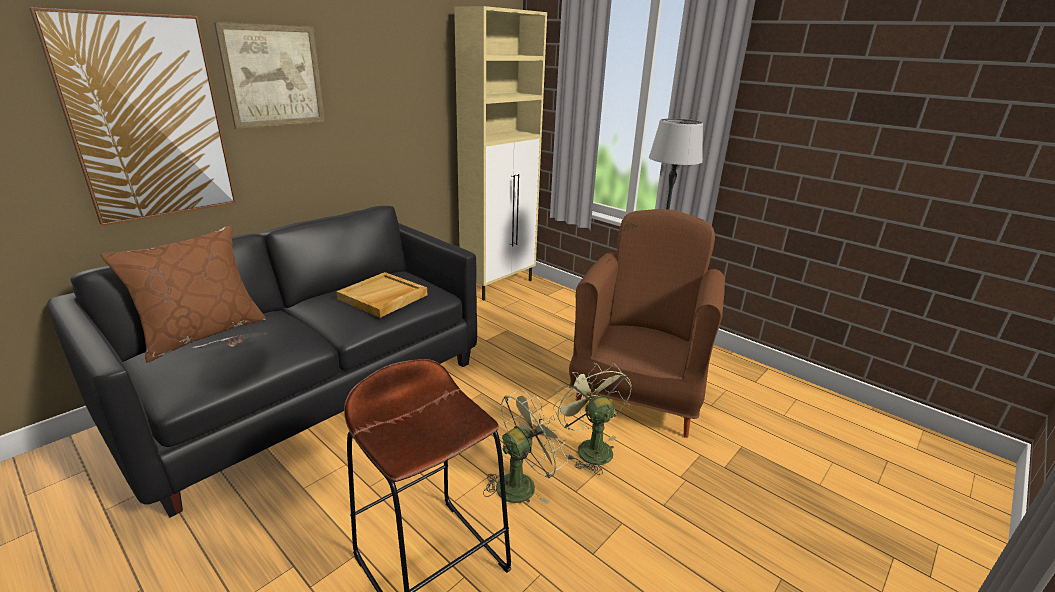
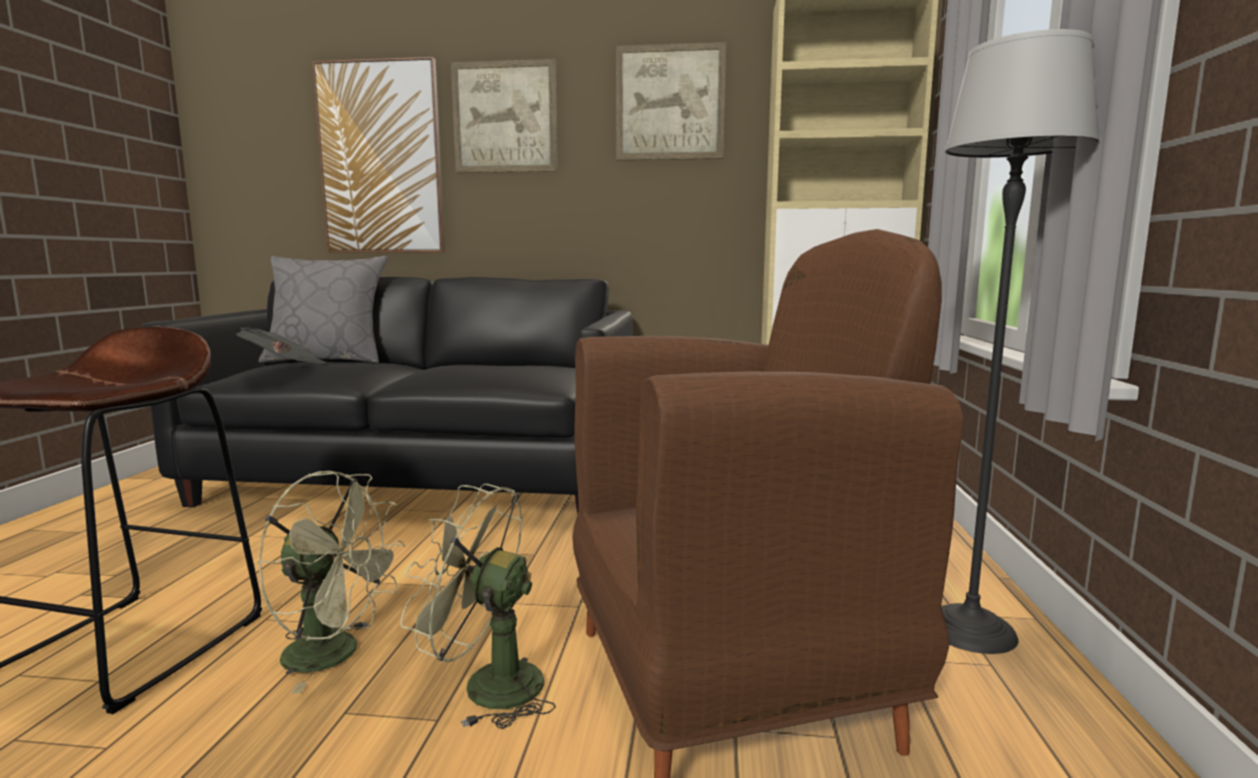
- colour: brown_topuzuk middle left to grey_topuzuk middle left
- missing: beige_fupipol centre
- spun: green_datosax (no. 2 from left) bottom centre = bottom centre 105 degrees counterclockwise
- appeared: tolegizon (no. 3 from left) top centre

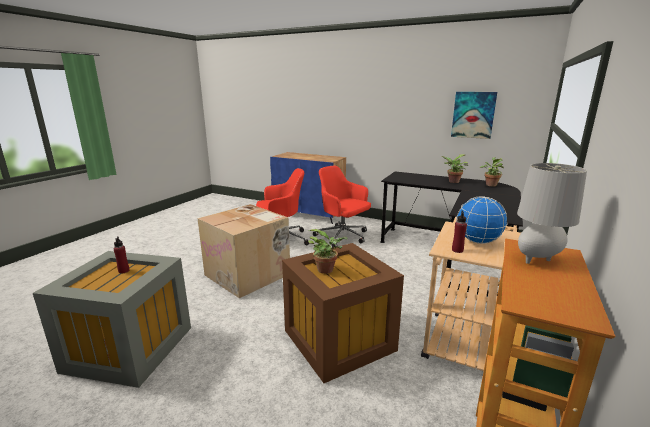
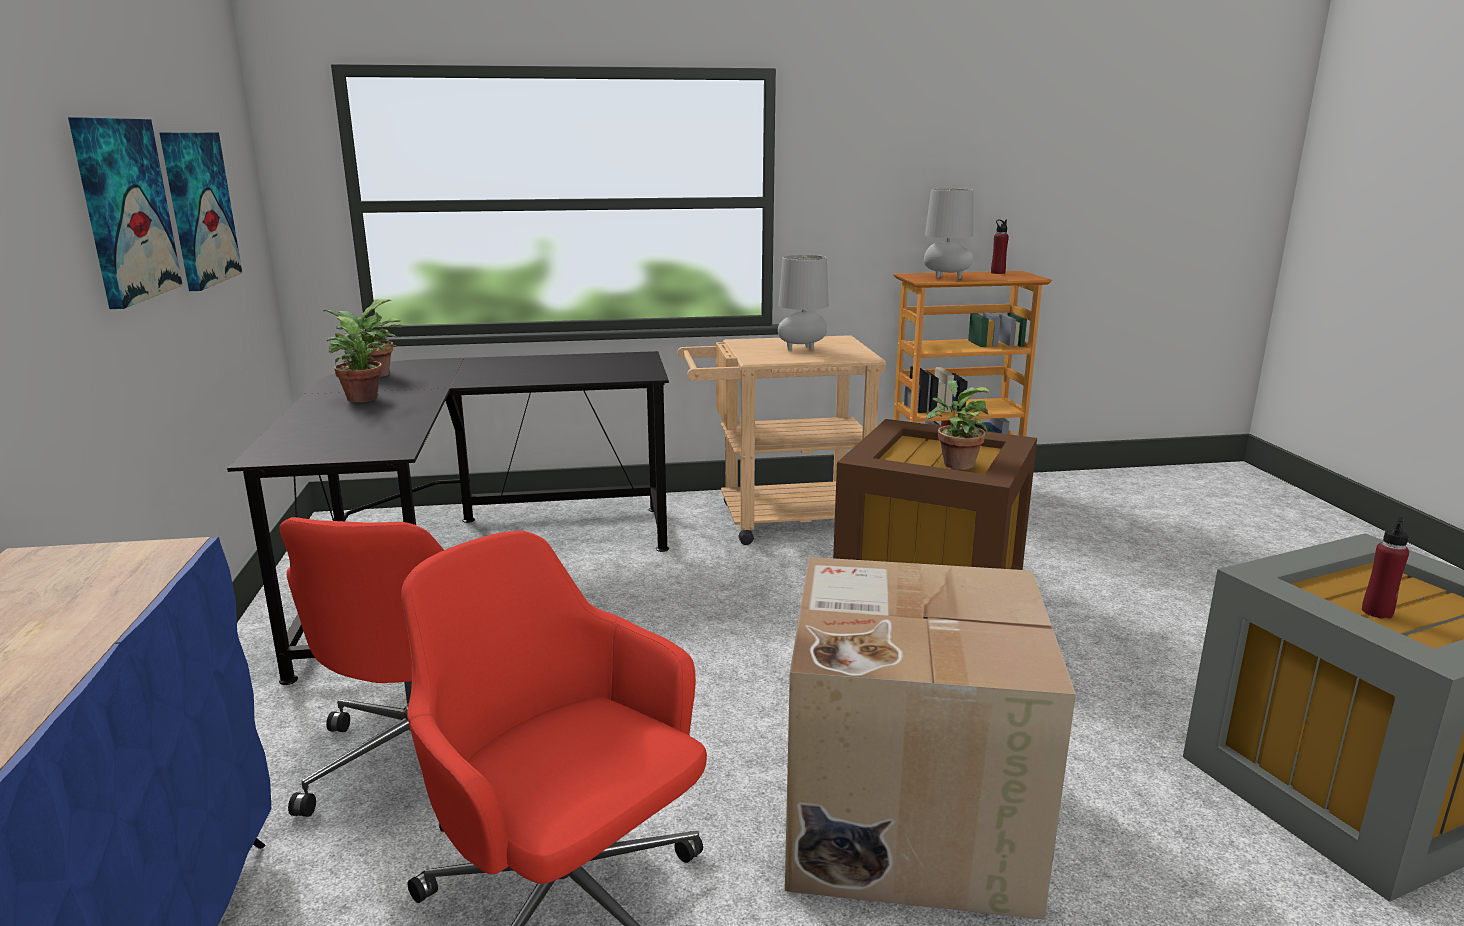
- relocated: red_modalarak (no. 2 from left in the first image) middle right to red_modalarak (no. 1 from left) top right
- exchanged: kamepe middle right to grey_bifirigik (no. 1 from left) top centre
- appeared: tolegizon (no. 1 from left) top left

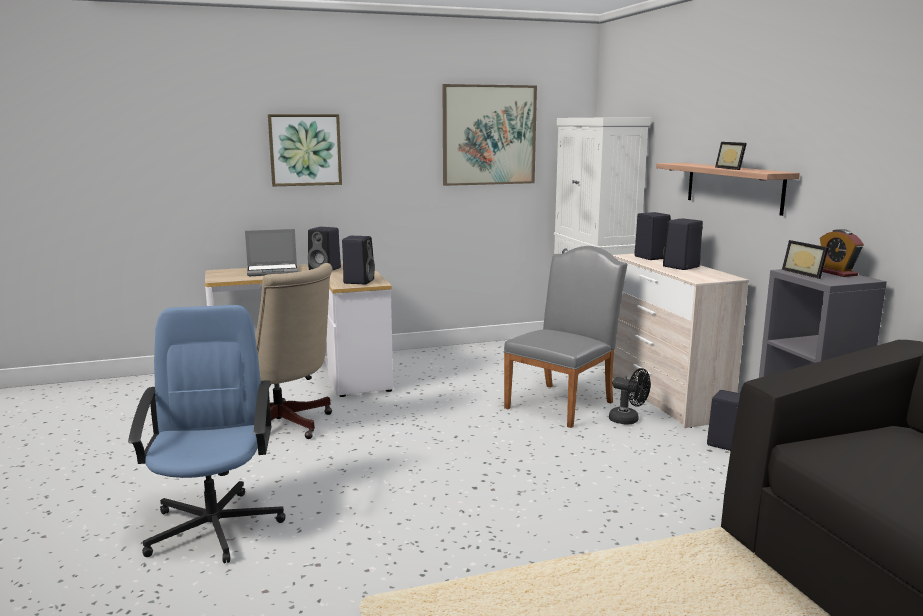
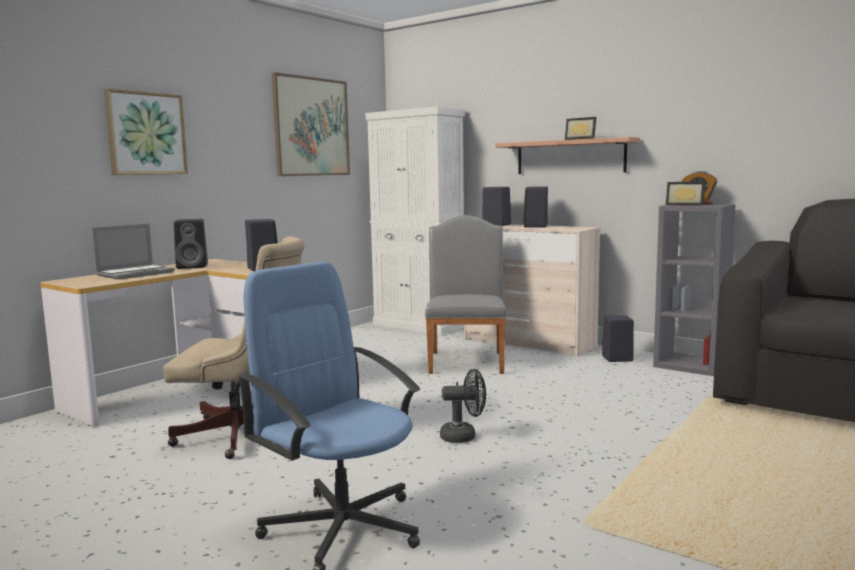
- relocated: black_datosax middle right to bottom centre

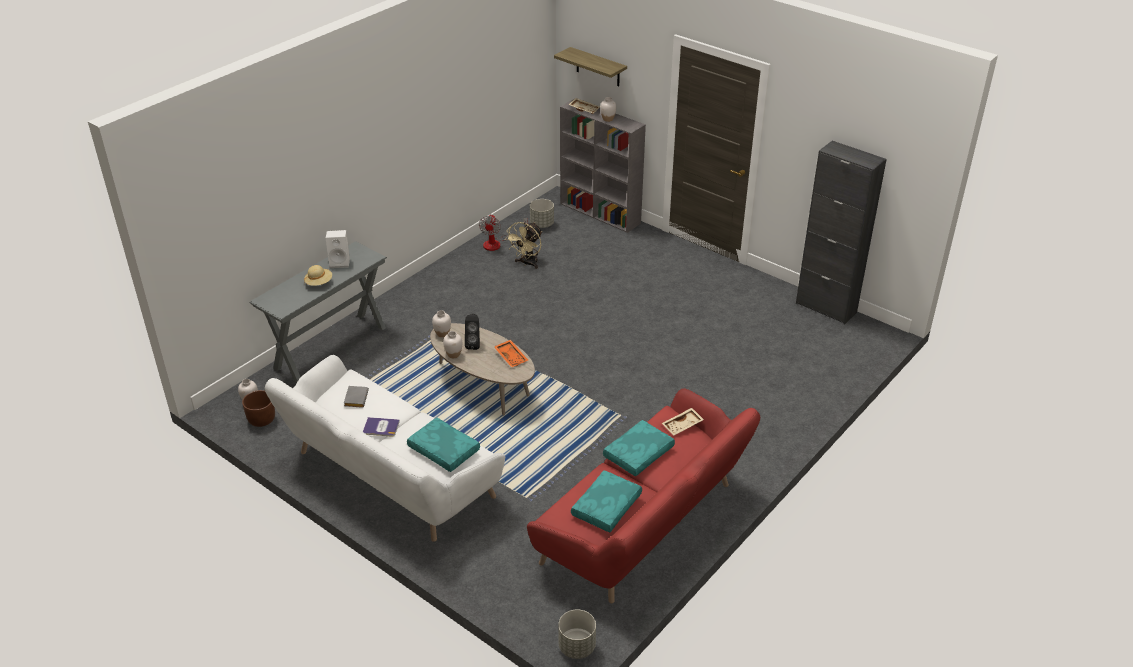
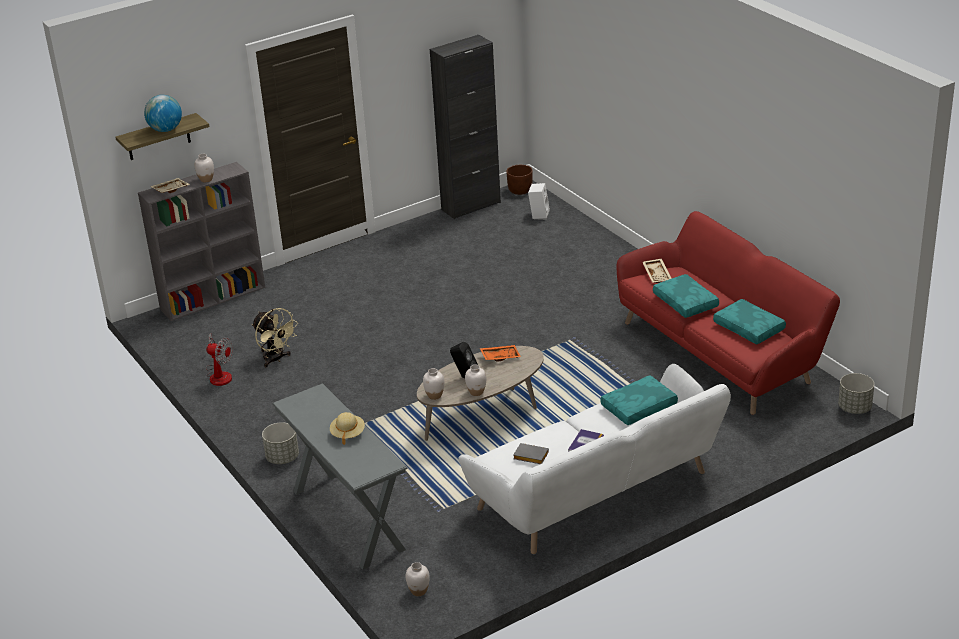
- relocated: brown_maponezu middle left to top centre
- relocated: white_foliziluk middle left to top centre
- relocated: grey_maponezu (no. 1 from left) top centre to bottom left
- appeared: kamepe top left

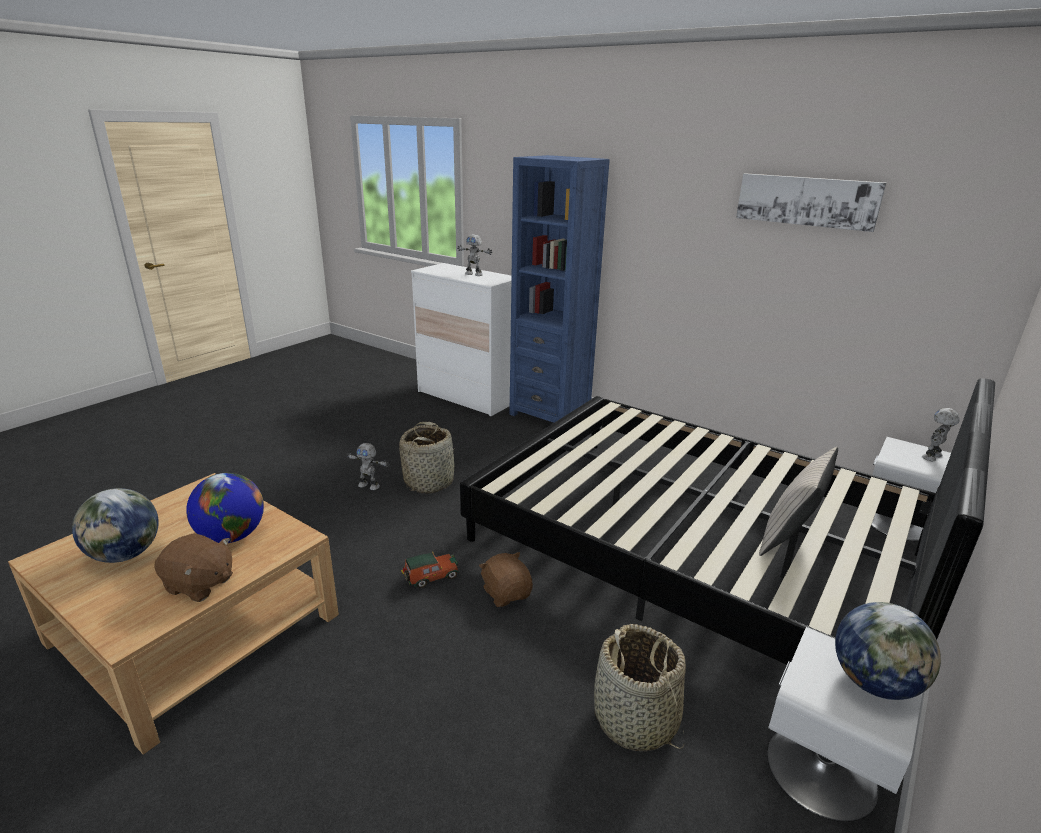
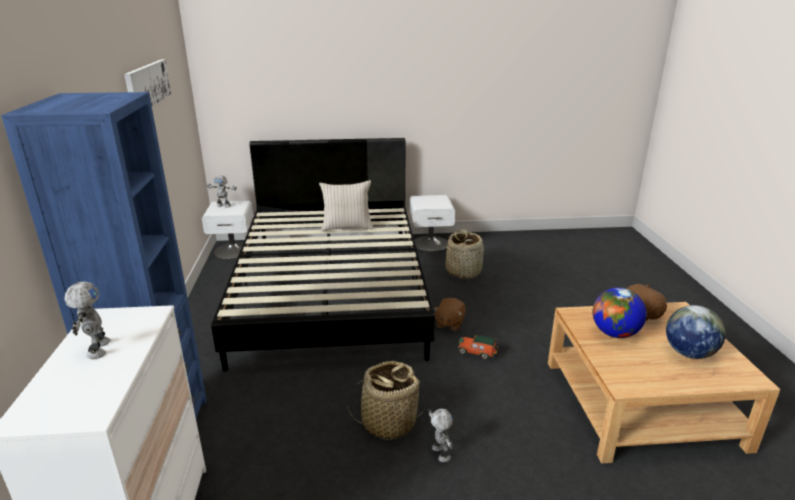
- missing: kamepe (no. 3 from left) bottom right

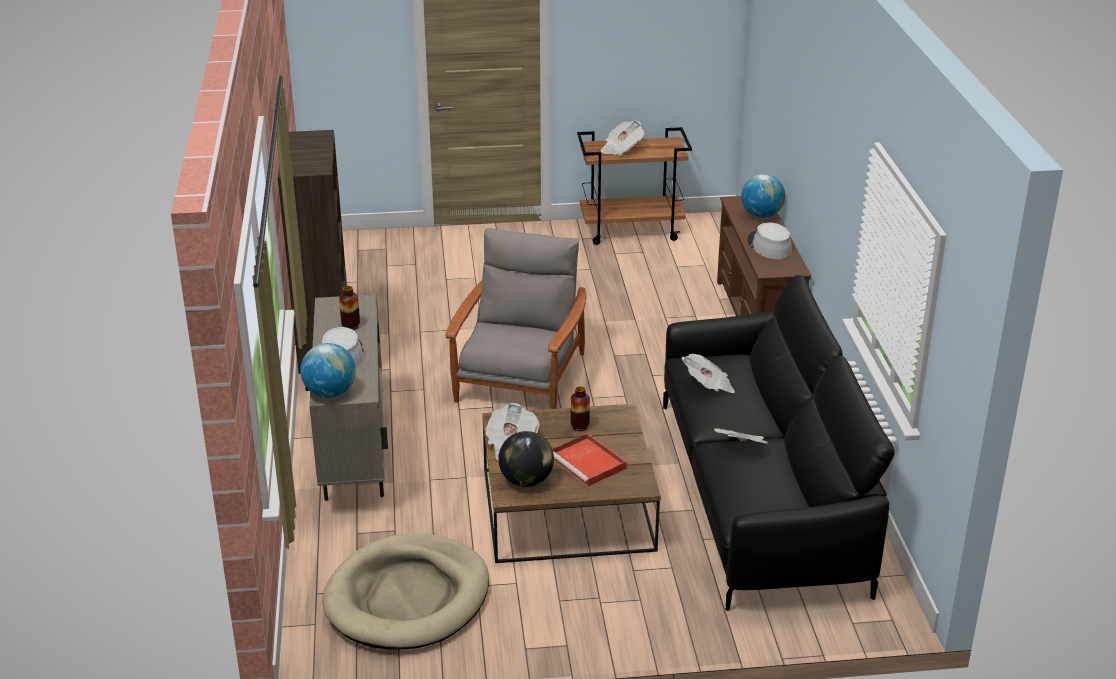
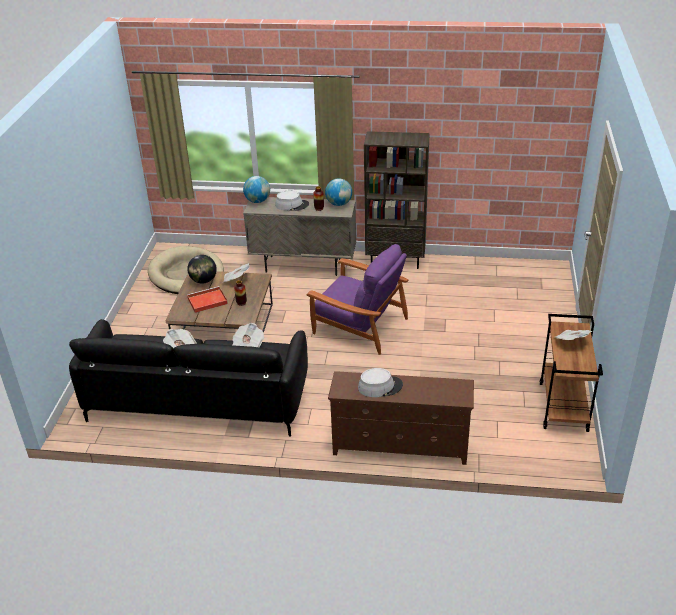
- colour: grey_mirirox centre to purple_mirirox centre
- relocated: kamepe (no. 3 from left) top right to top centre

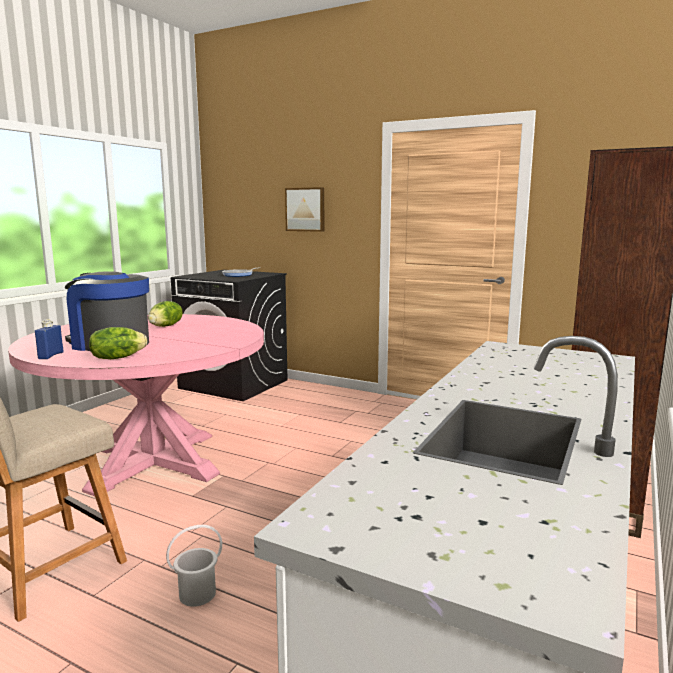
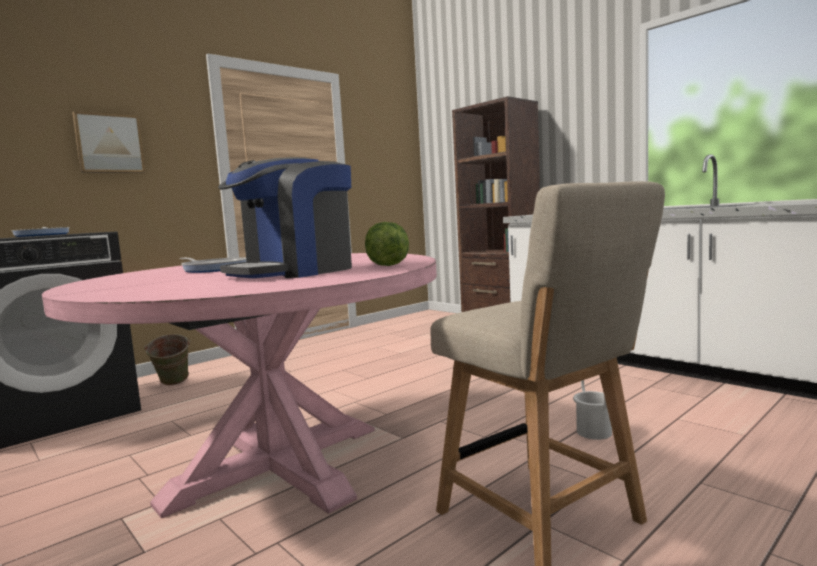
- missing: blue_modalarak middle left
- exchanged: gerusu (no. 2 from left) middle left to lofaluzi (no. 2 from left) middle left
- appeared: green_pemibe middle left

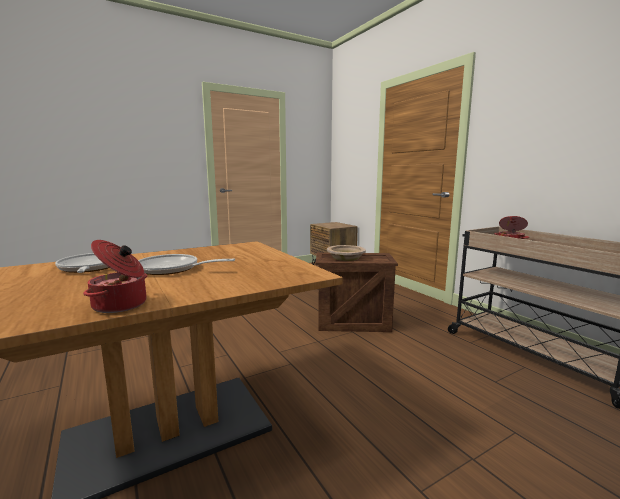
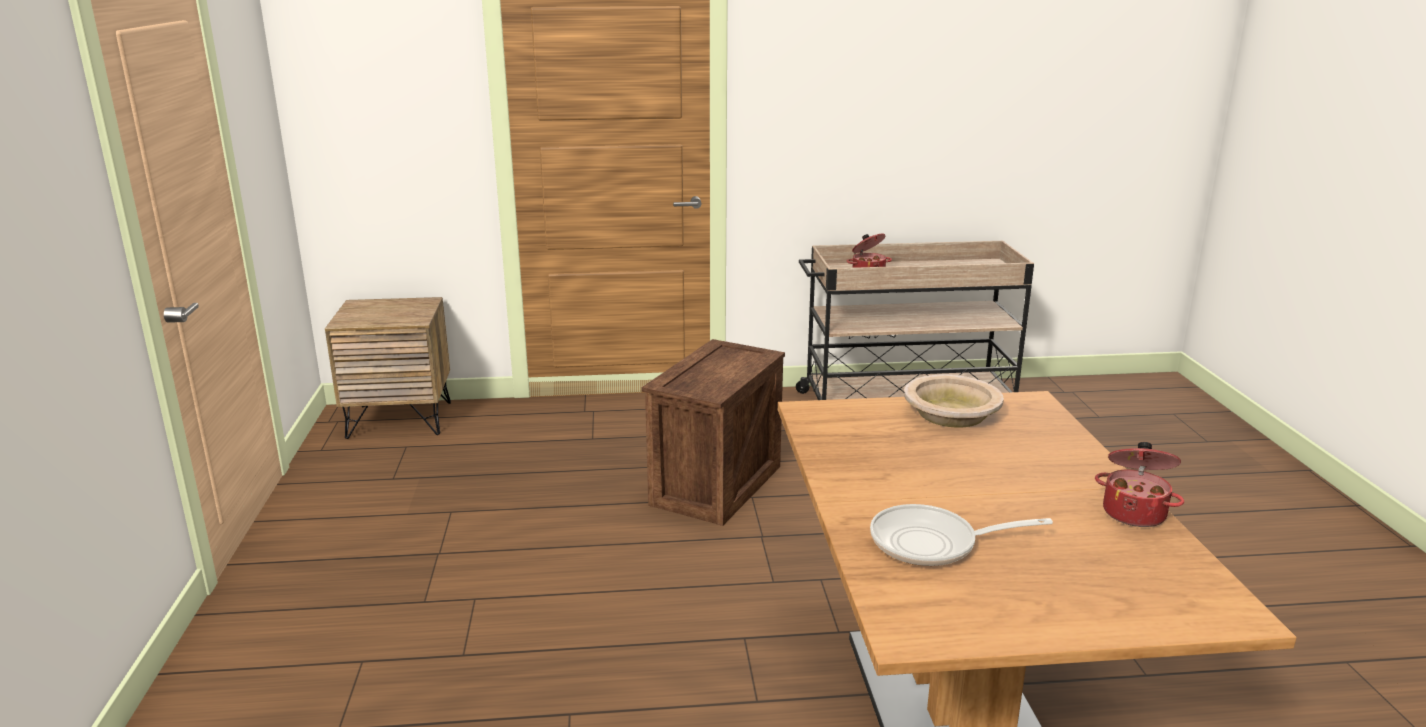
- missing: lofaluzi (no. 2 from left) middle left
- relocated: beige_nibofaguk centre to middle right

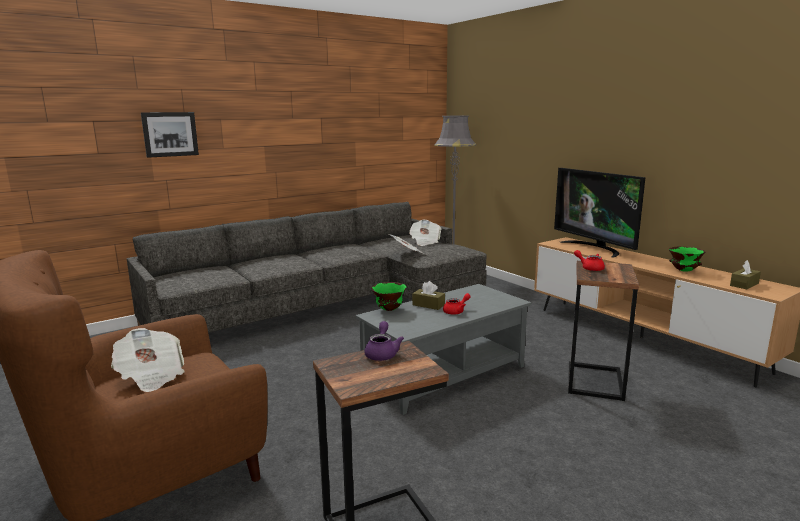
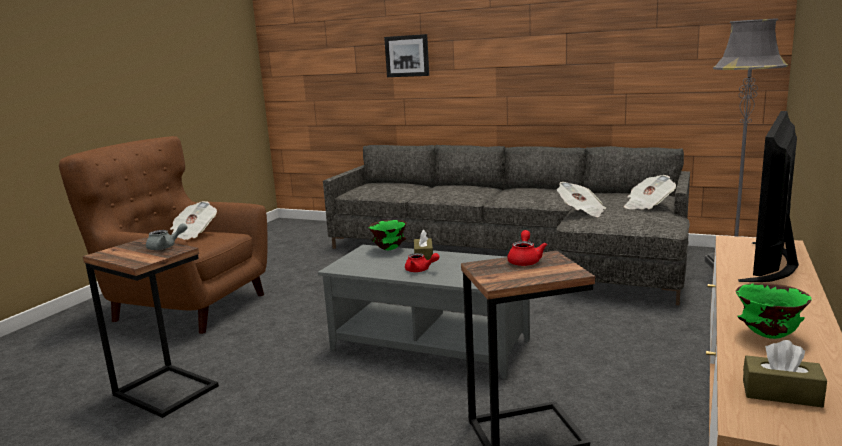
- colour: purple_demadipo centre to grey_demadipo middle left

